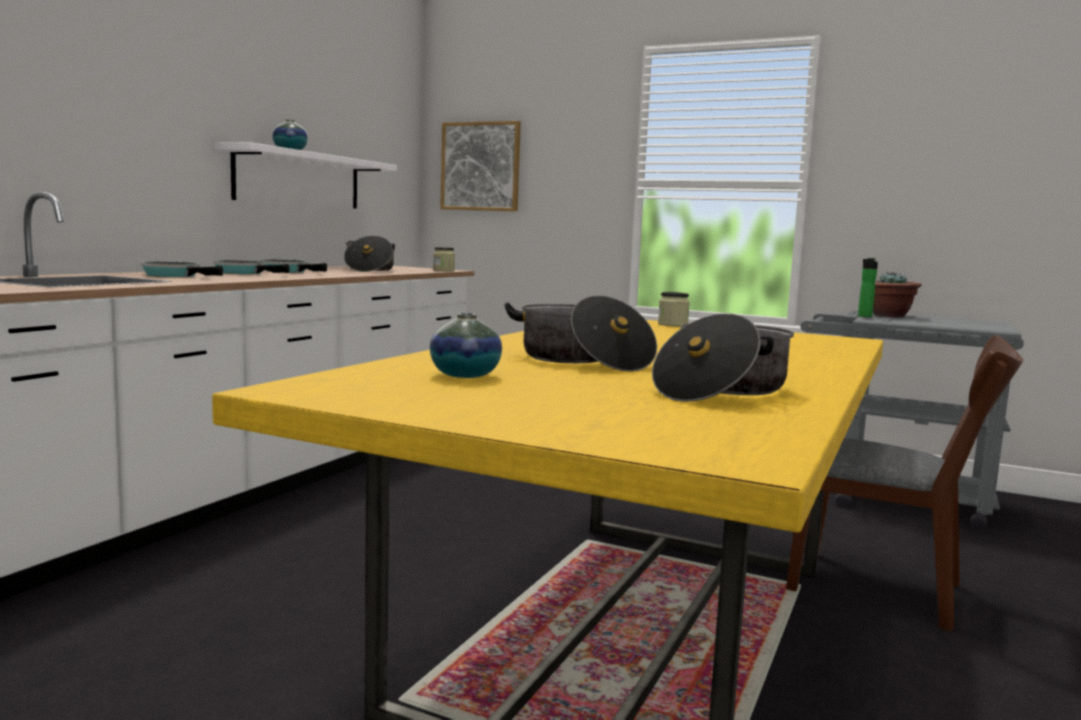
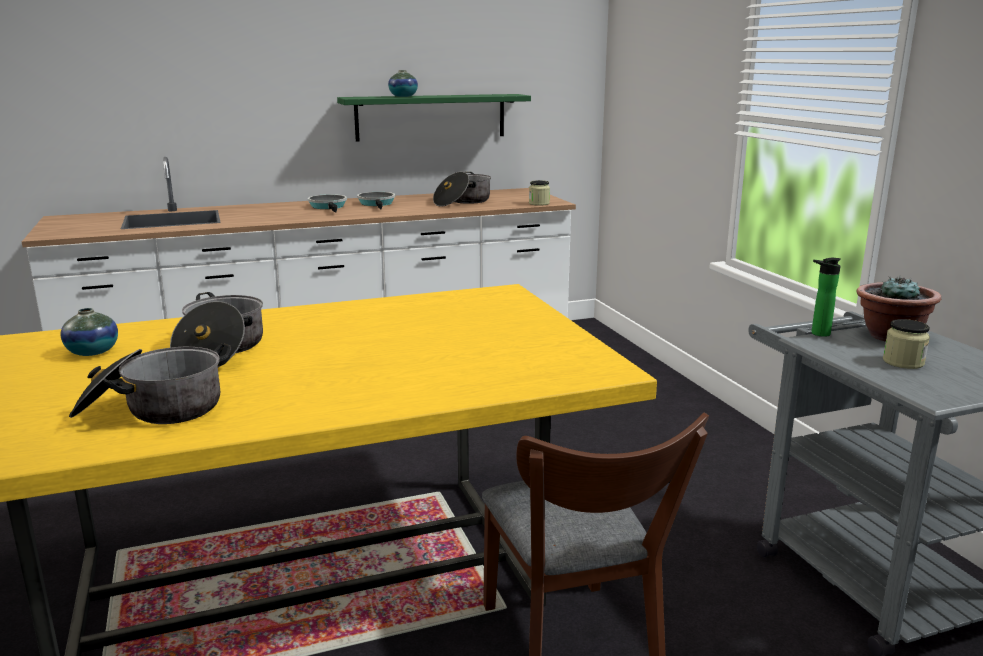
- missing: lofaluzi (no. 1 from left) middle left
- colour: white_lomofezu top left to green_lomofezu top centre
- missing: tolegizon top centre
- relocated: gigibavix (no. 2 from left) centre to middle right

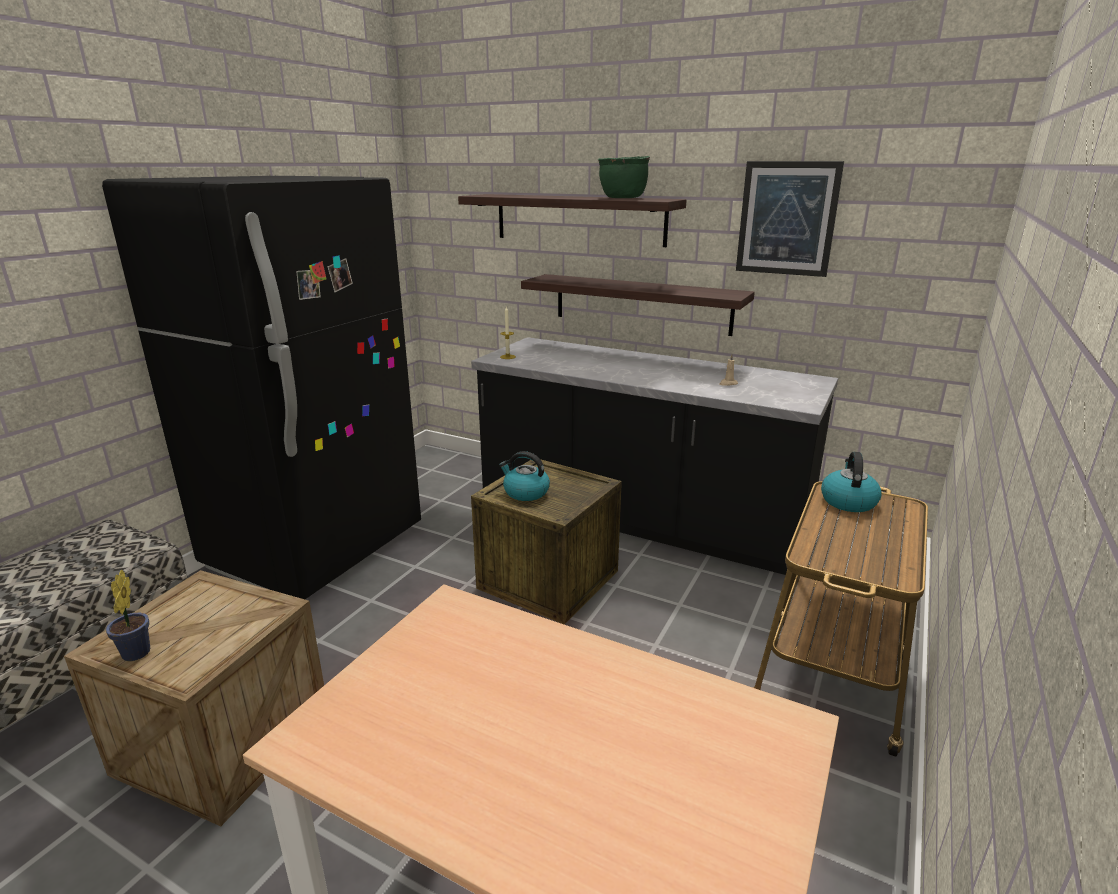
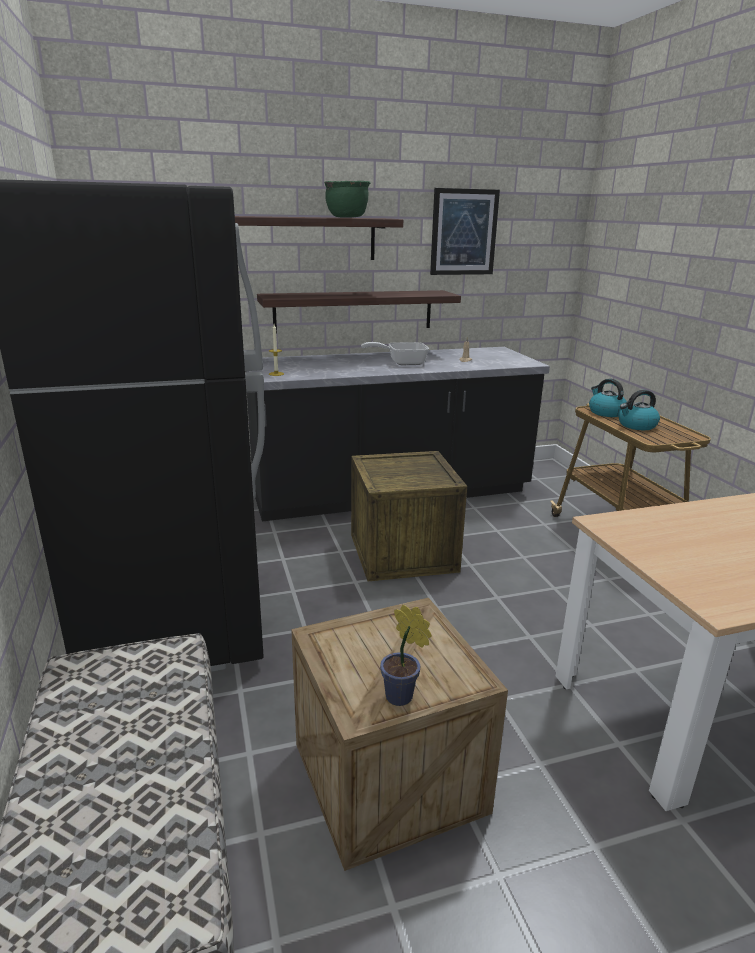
- relocated: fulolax (no. 1 from left in the first image) centre to fulolax (no. 2 from left) middle right
- appeared: lofaluzi centre

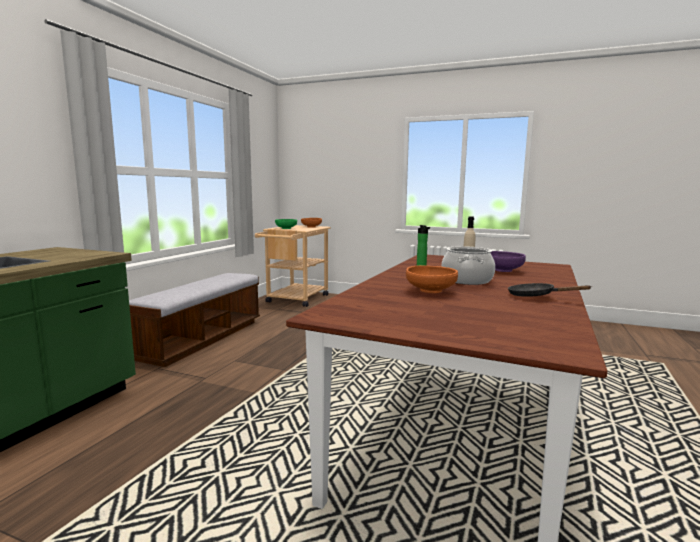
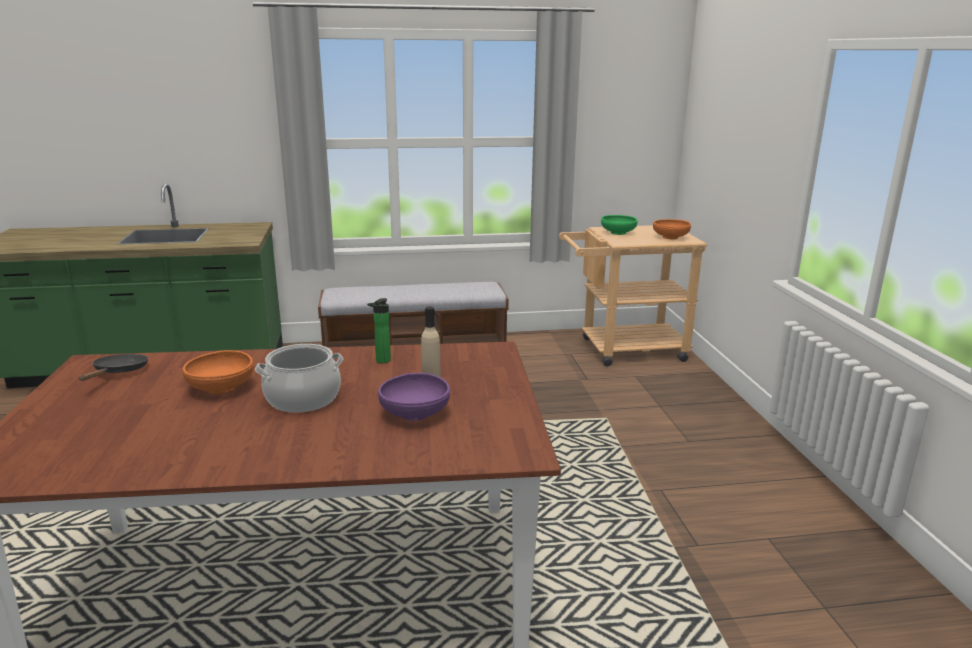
- relocated: black_lofaluzi middle right to middle left

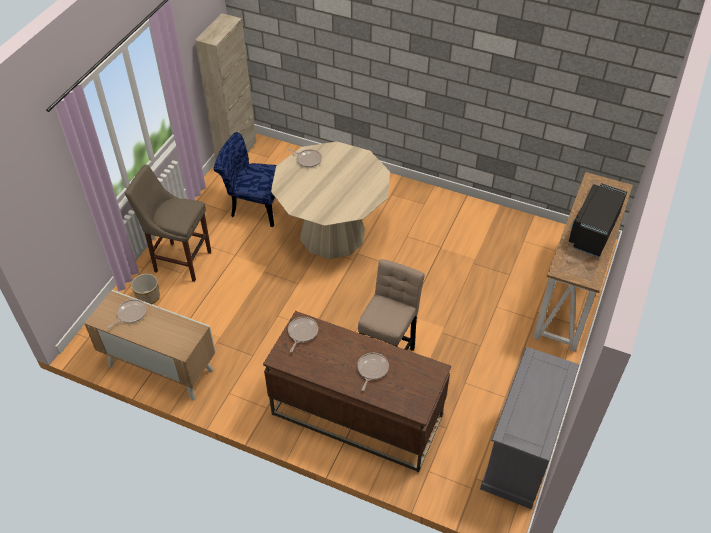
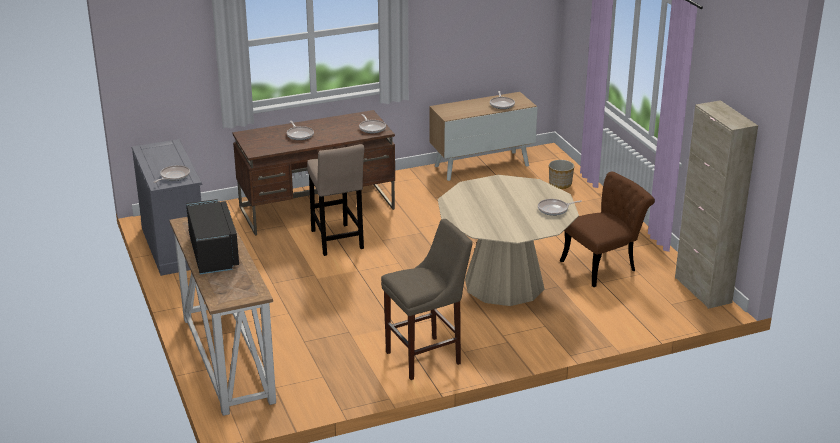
- relocated: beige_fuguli (no. 1 from left in the first image) middle left to beige_fuguli (no. 2 from left) bottom centre
- colour: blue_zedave centre to brown_zedave middle right
- appeared: lofaluzi (no. 1 from left) middle left

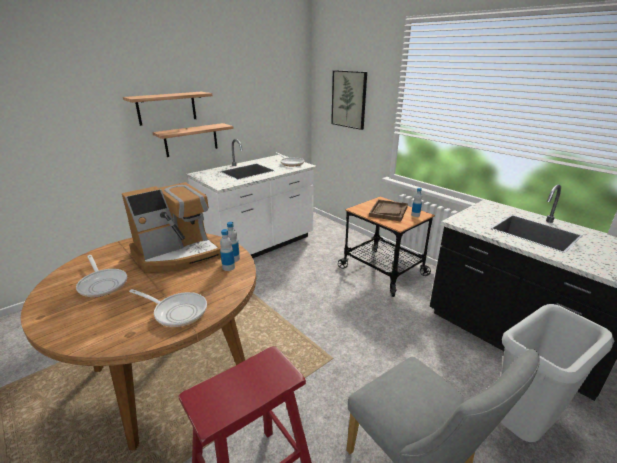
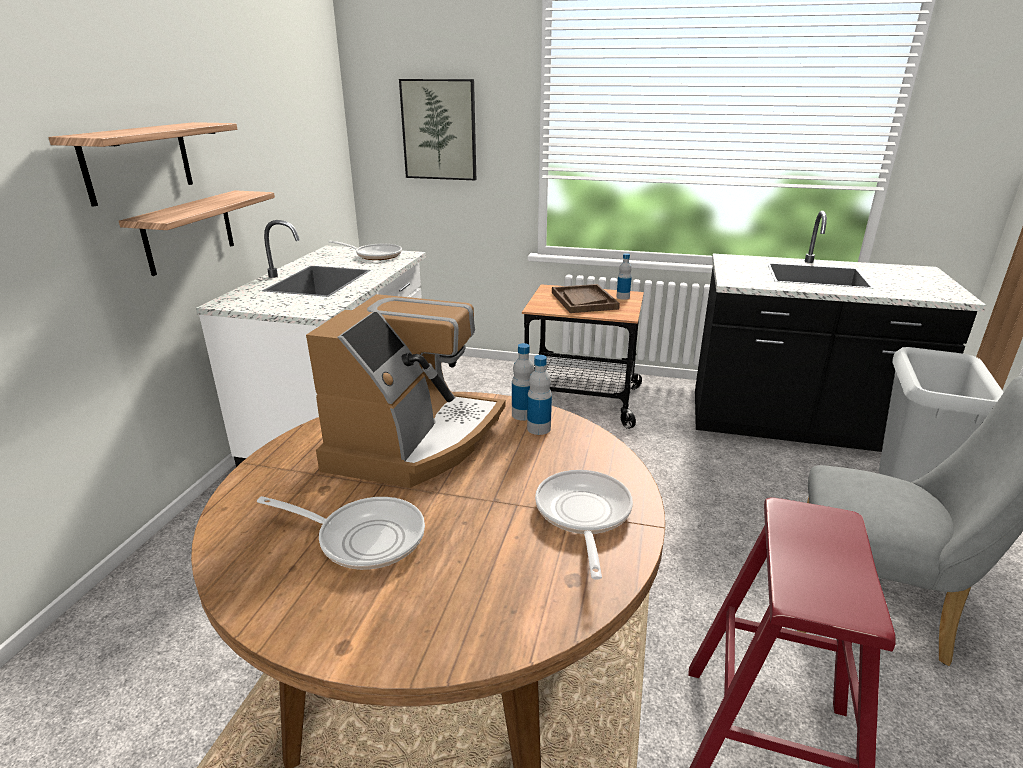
- spun: lofaluzi (no. 2 from left in the first image) middle left = bottom centre 75 degrees counterclockwise

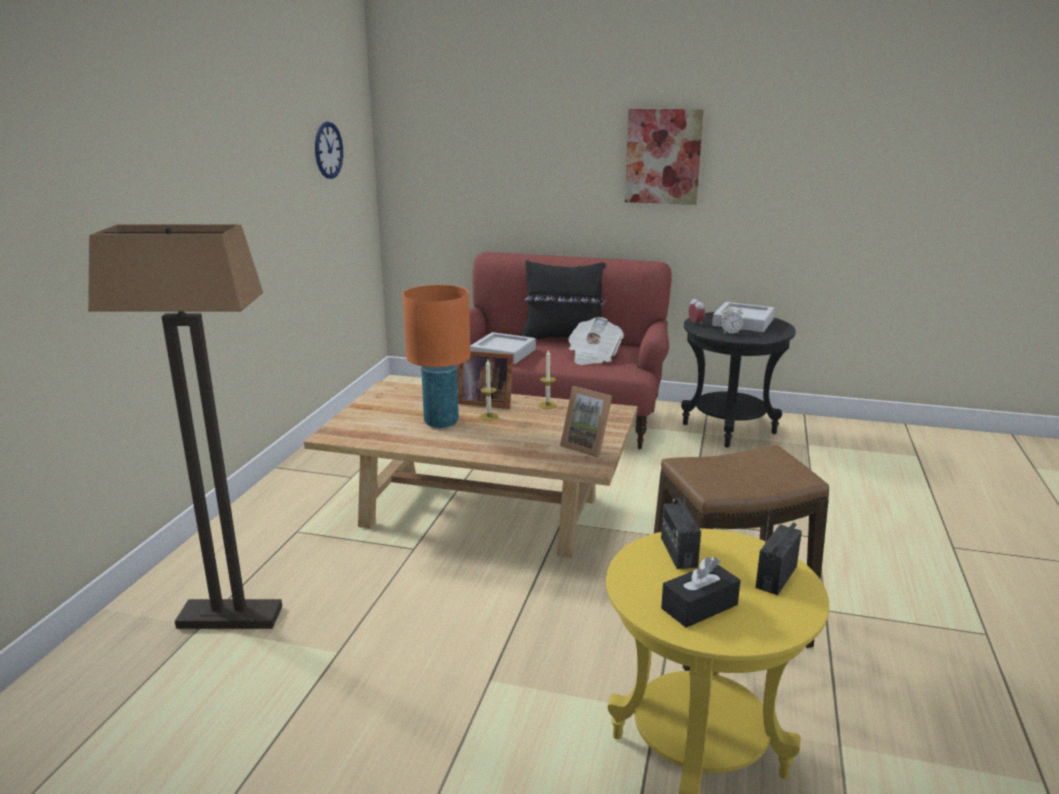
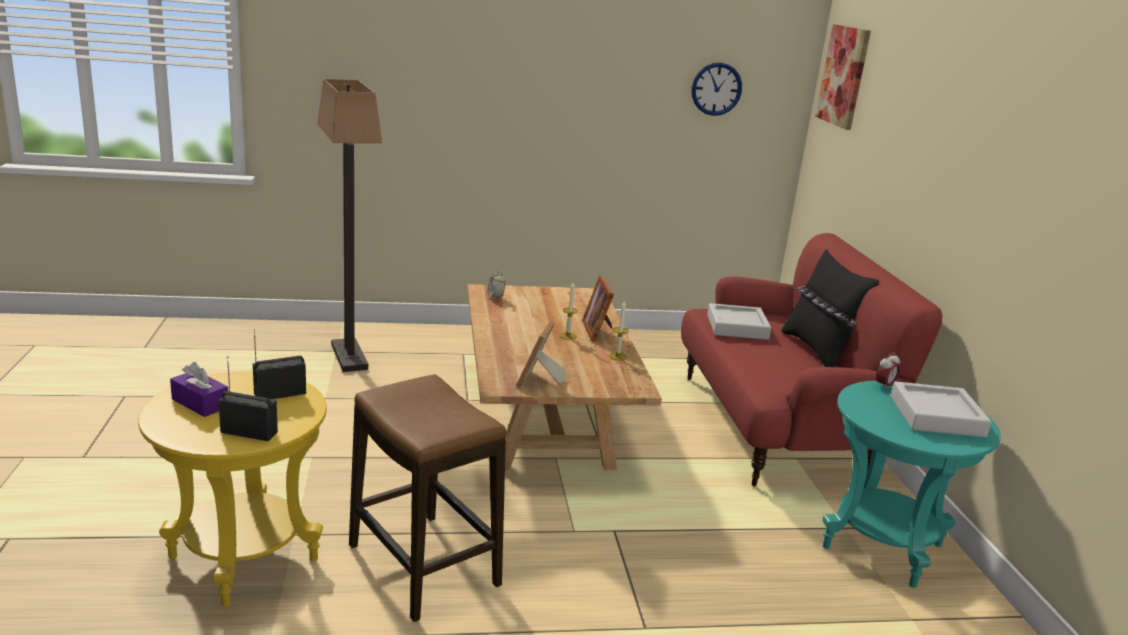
- missing: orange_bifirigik centre
- missing: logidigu centre
- relocated: tolegizon top centre to top right
- colour: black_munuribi bottom centre to purple_munuribi middle left
- colour: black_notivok middle right to turquoise_notivok bottom right
- relocated: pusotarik (no. 2 from left in the first image) middle right to pusotarik (no. 1 from left) centre

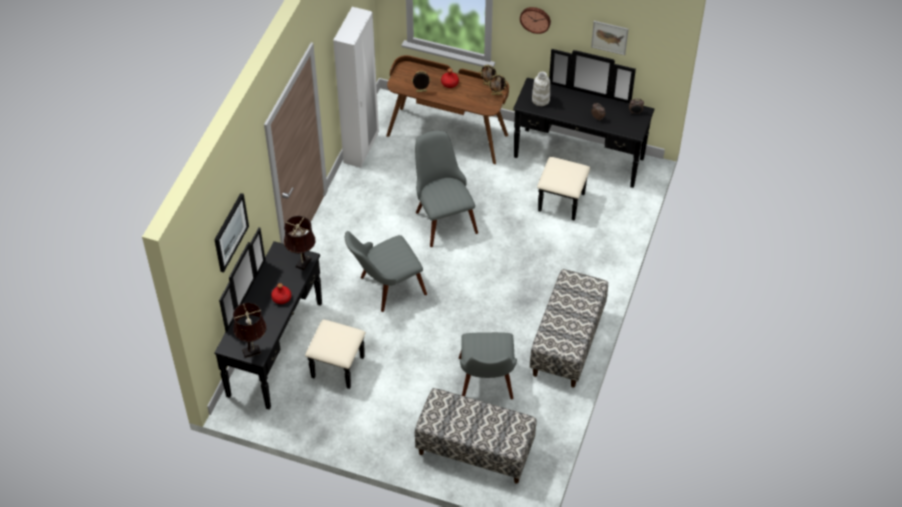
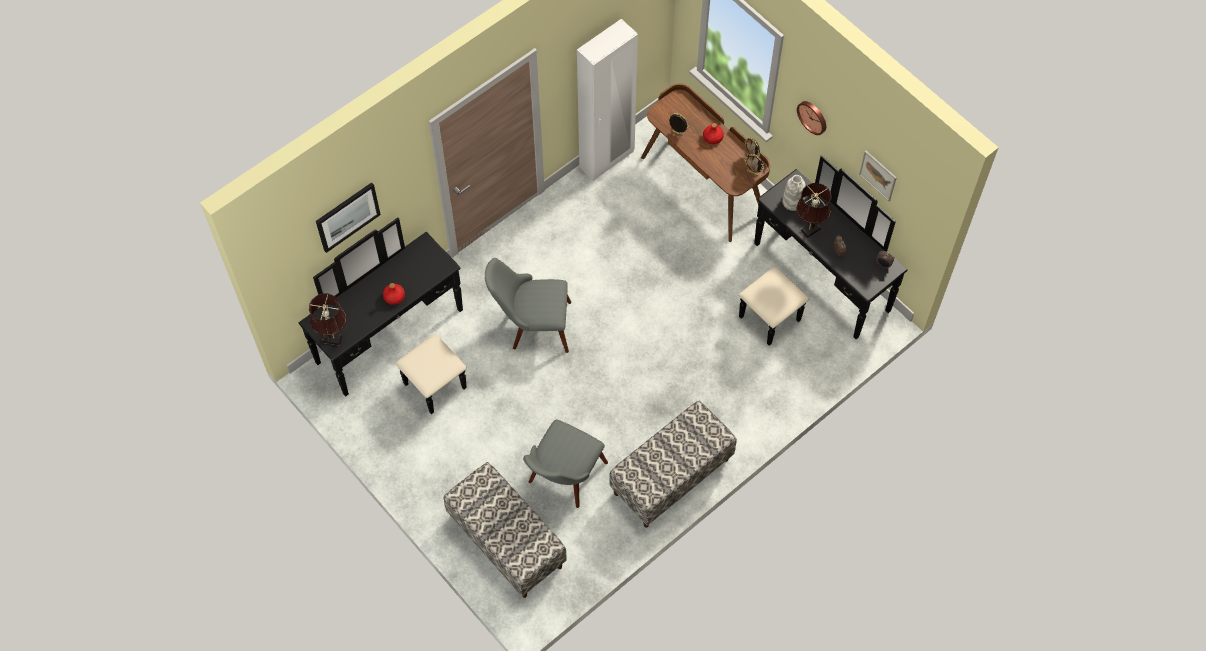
- relocated: brown_bifirigik (no. 2 from left) middle left to top right
- missing: grey_zedave (no. 2 from left) centre

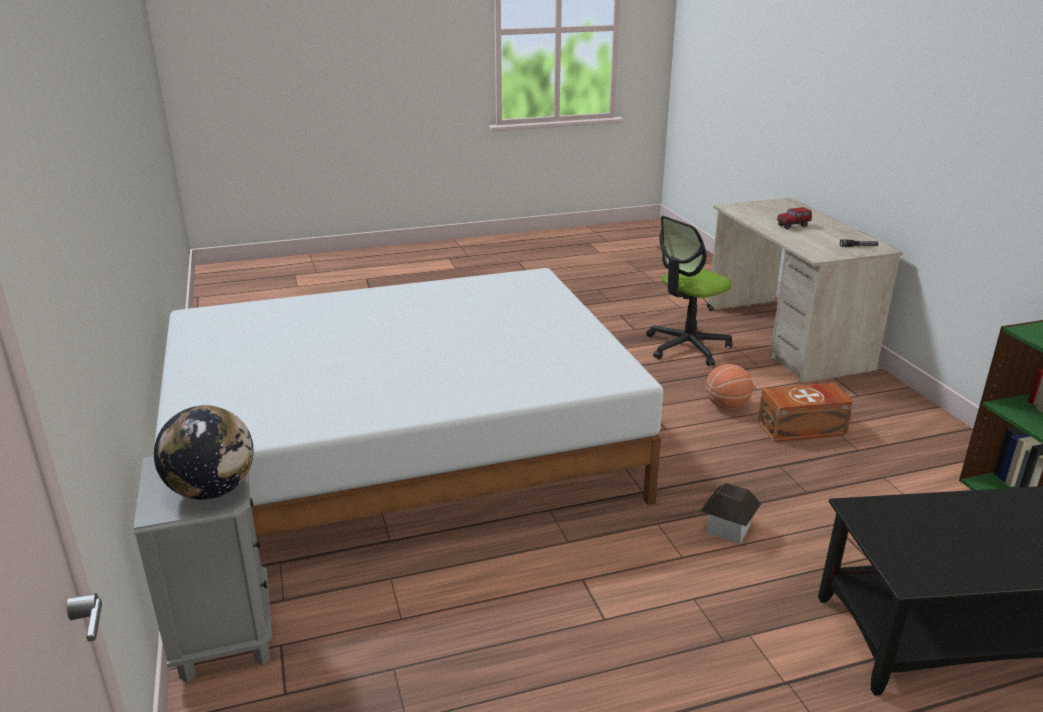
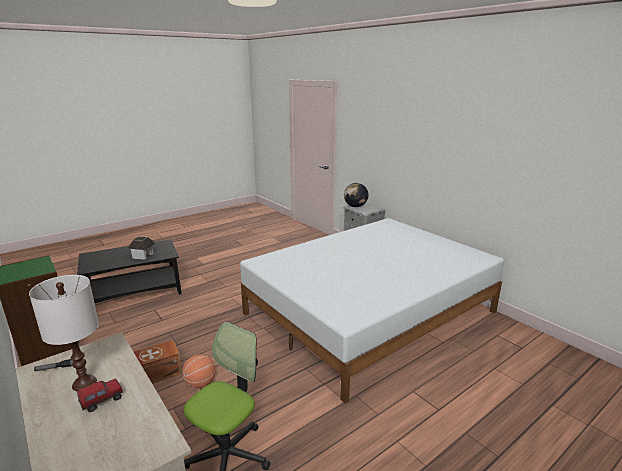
- relocated: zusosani bottom right to middle left
- appeared: white_bifirigik bottom left

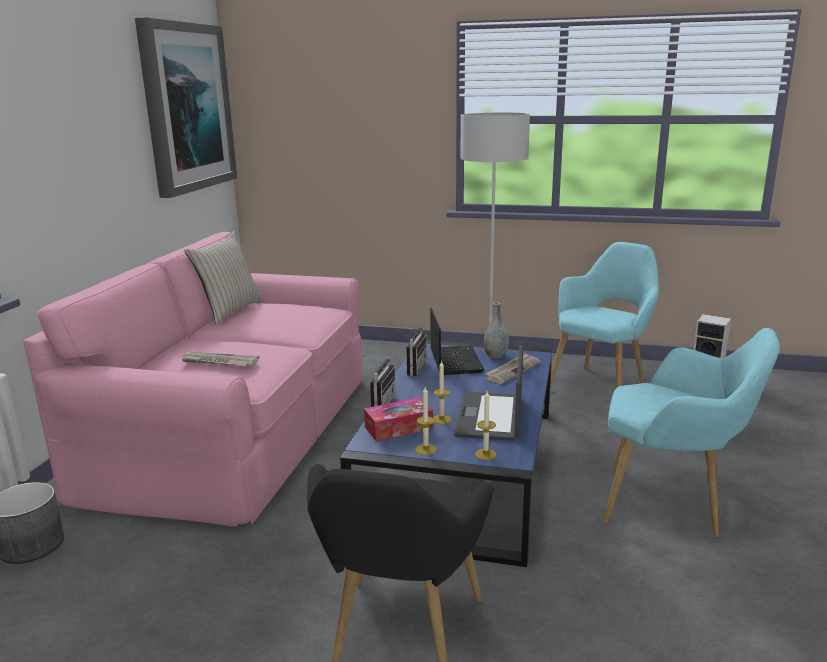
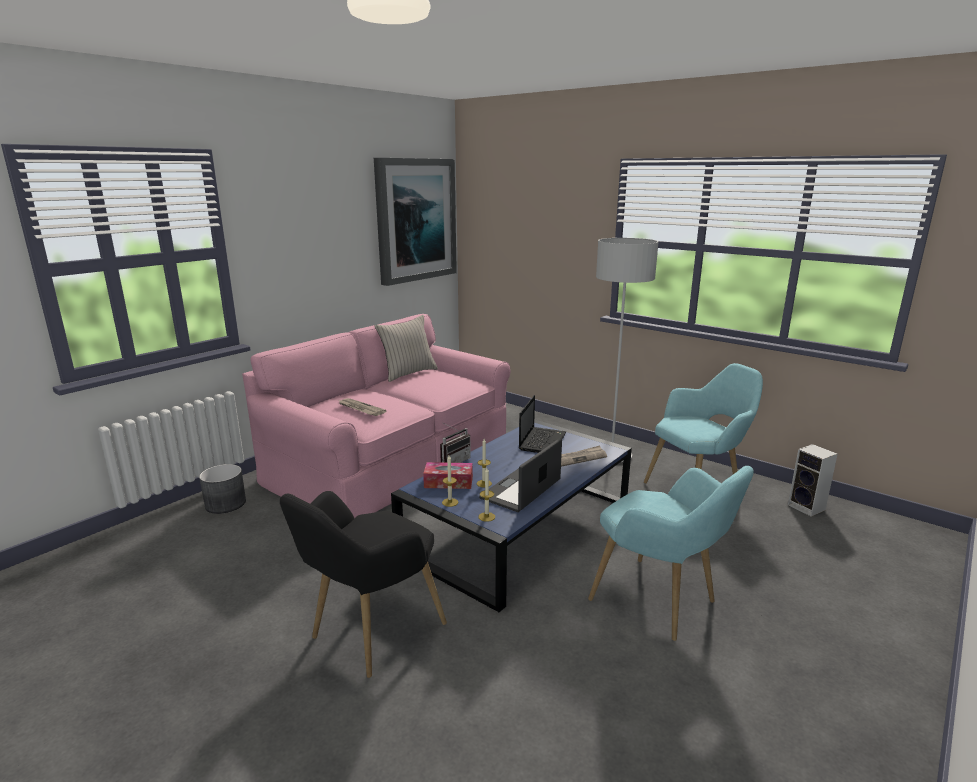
- missing: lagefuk (no. 2 from left) centre
- missing: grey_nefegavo centre

